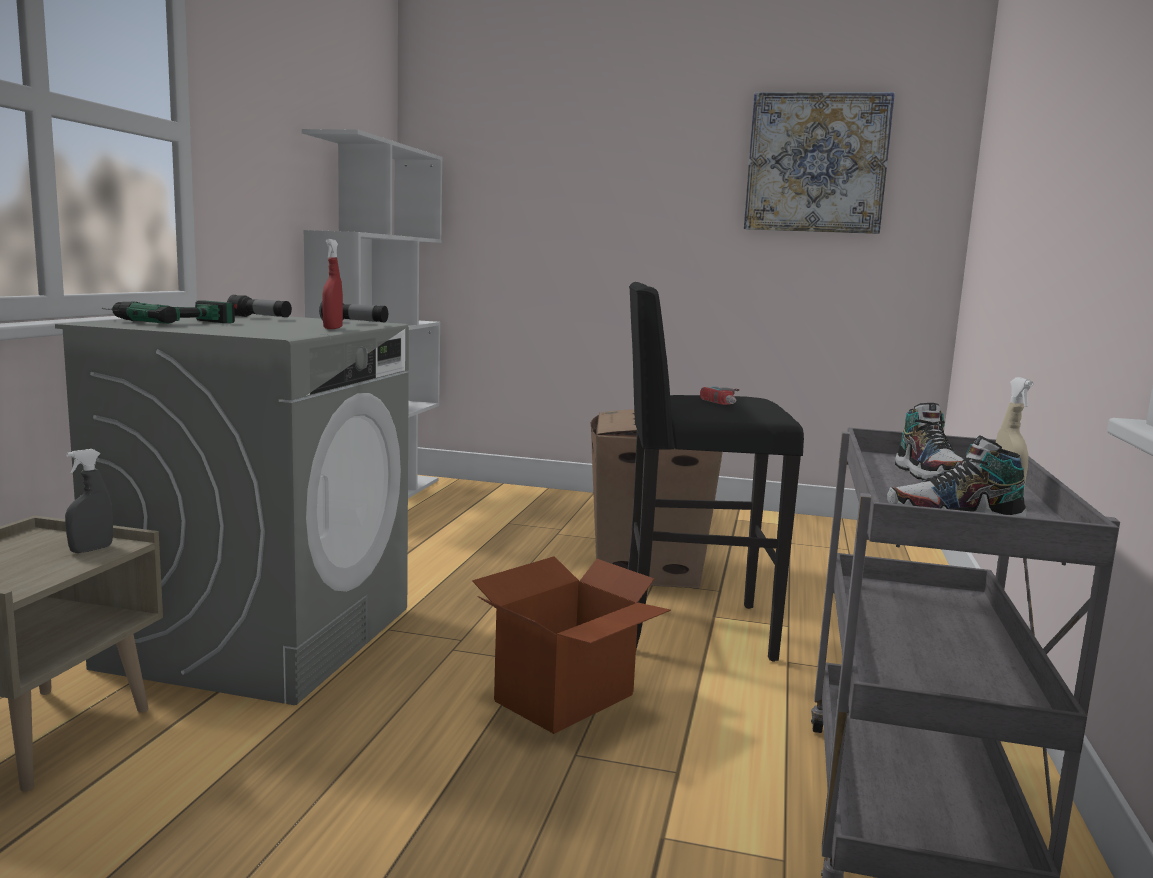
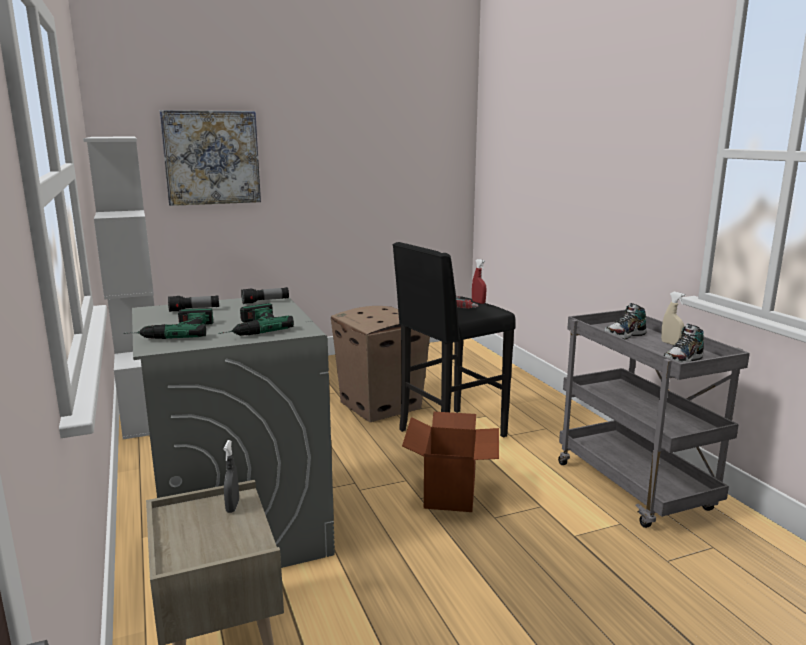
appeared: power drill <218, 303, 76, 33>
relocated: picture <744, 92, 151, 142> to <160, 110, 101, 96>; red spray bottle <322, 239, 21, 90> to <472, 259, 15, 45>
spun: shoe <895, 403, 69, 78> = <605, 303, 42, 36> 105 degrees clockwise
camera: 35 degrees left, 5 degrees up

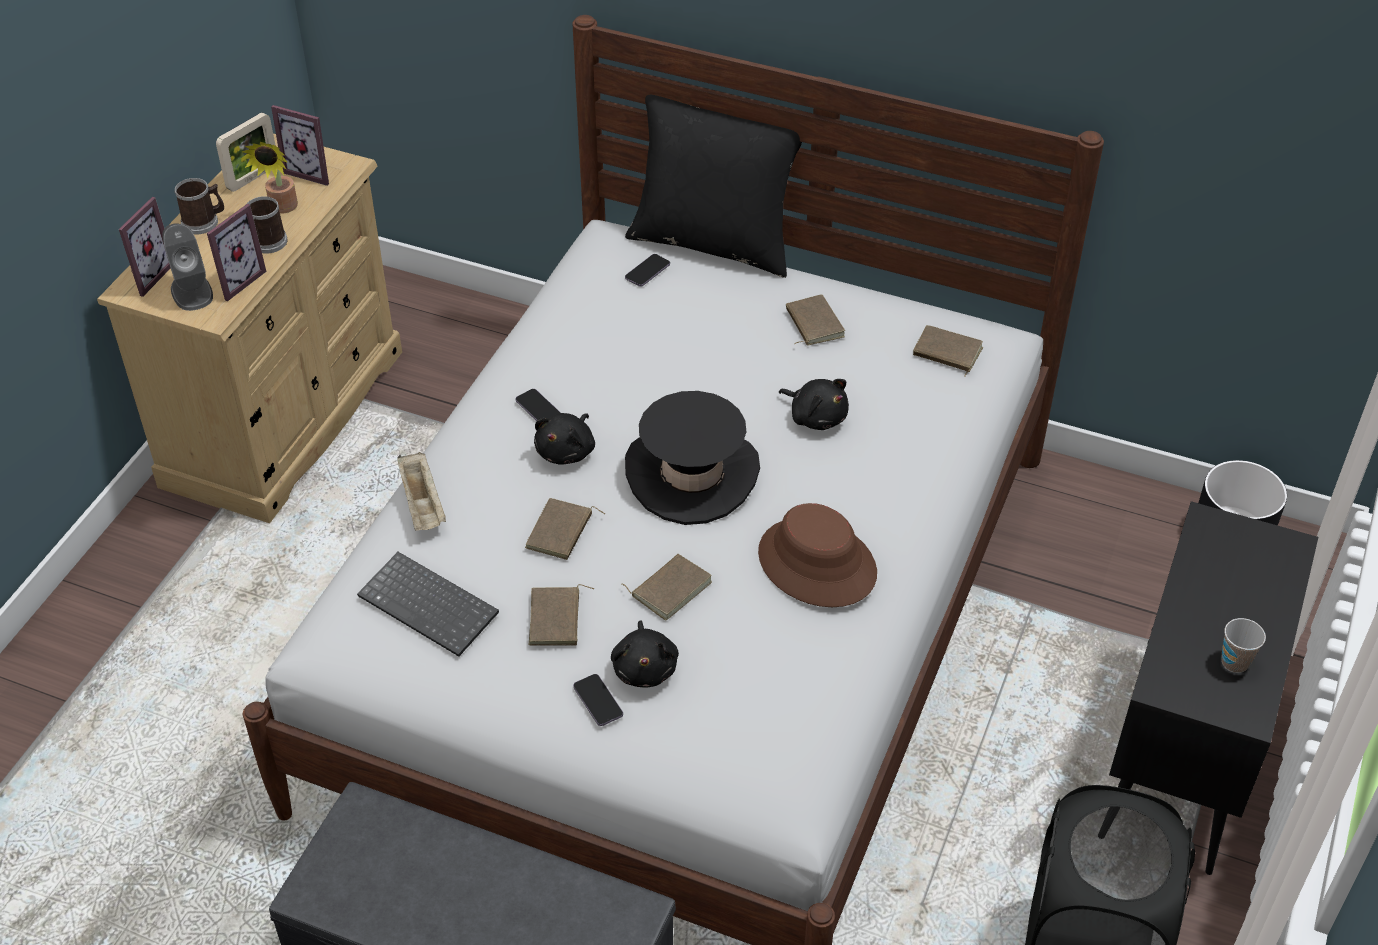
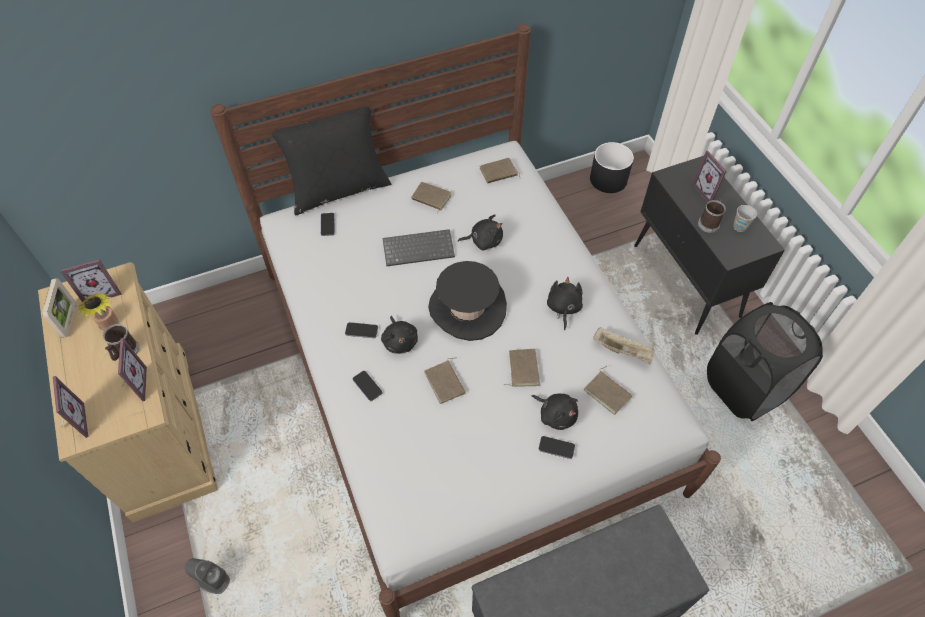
appeared: phone <353, 371, 30, 30>; picture frame <693, 150, 34, 52>
relocated: grey speaker <162, 223, 51, 88> to <184, 558, 46, 36>; keyboard <357, 552, 142, 105> to <383, 229, 72, 38>; brown book <529, 584, 65, 62> to <583, 366, 50, 49>; beige tray <397, 452, 49, 79> to <593, 327, 61, 38>; mug <174, 178, 50, 56> to <698, 198, 28, 35>
exchanged: brown hat <758, 503, 119, 104> to black plush toy <547, 277, 36, 53>
camera: 45 degrees left, 10 degrees up

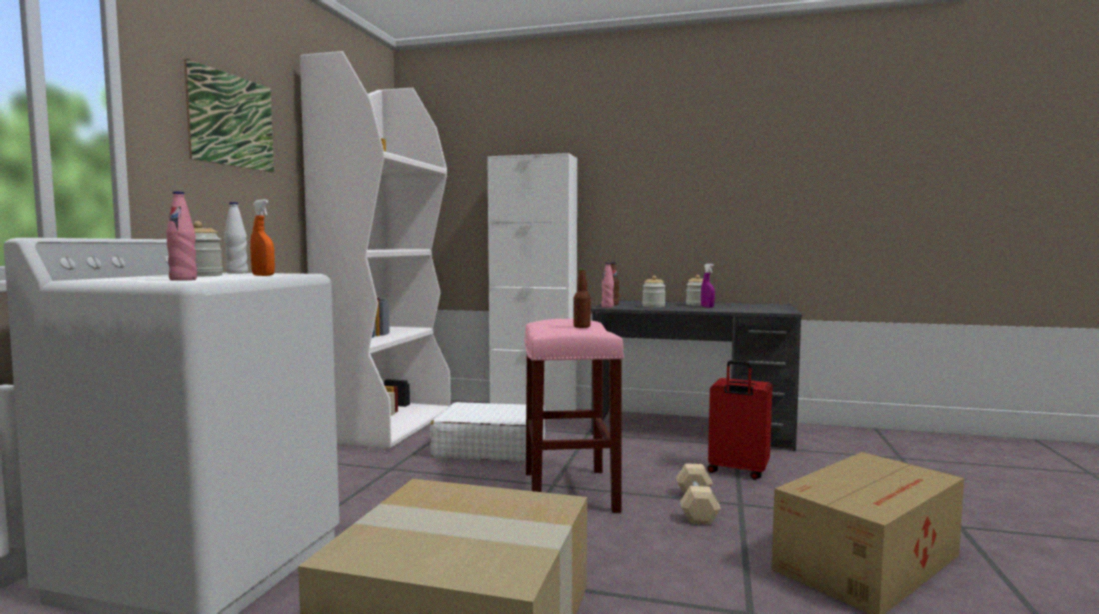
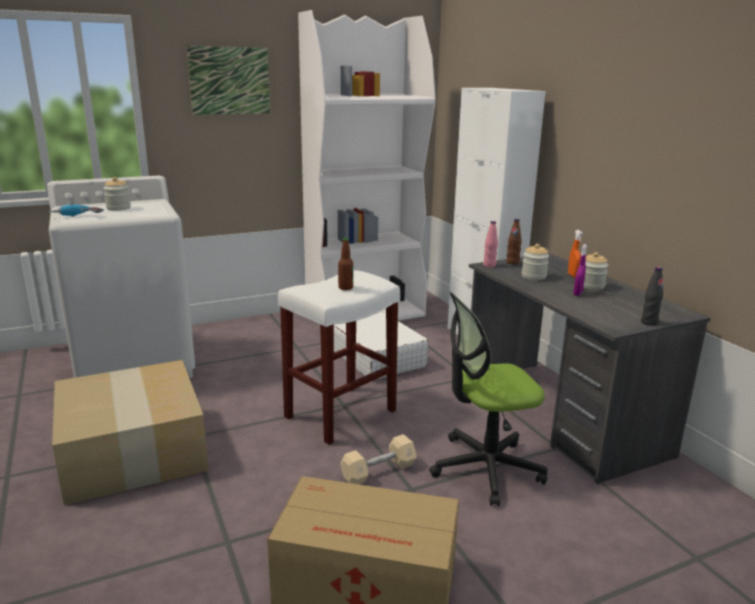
missing: white bottle <224, 202, 24, 72>
appeared: black bottle <641, 267, 22, 59>
relocated: orange spray bottle <250, 199, 25, 77> to <568, 230, 15, 48>
exchanged: pink bottle <166, 191, 31, 90> to power drill <48, 203, 56, 14>; red suitcase <707, 360, 65, 120> to office chair <429, 292, 119, 214>
colour: pink stool <524, 319, 100, 194> to white stool <278, 270, 122, 175>
camera: 50 degrees right, 15 degrees up

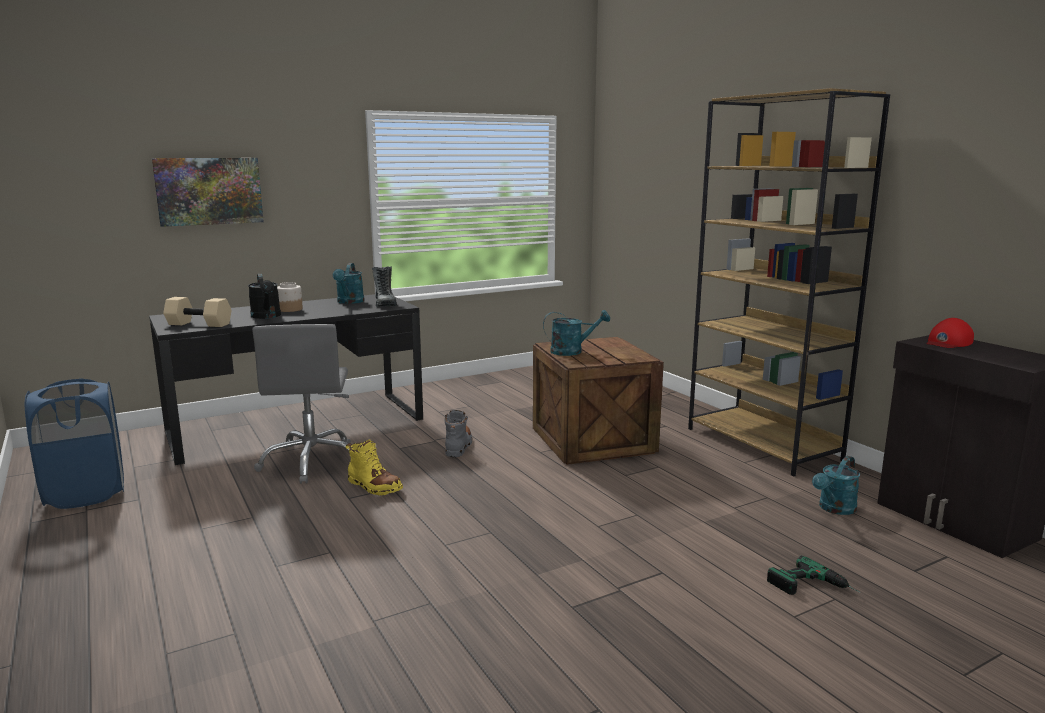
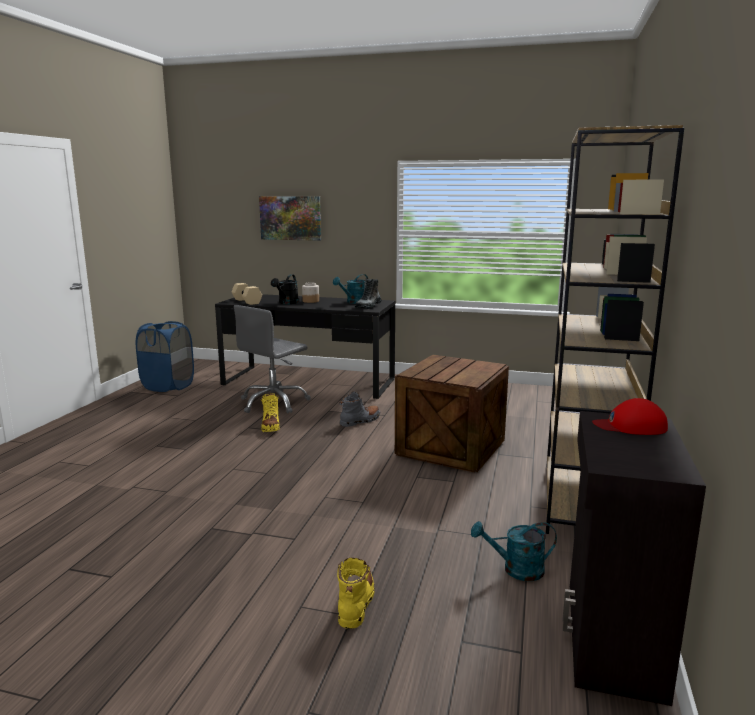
missing: turquoise watering can <543, 310, 67, 46>
exchanged: power drill <767, 555, 93, 40> to yellow boot <337, 558, 37, 71>
camera: 45 degrees right, 0 degrees up

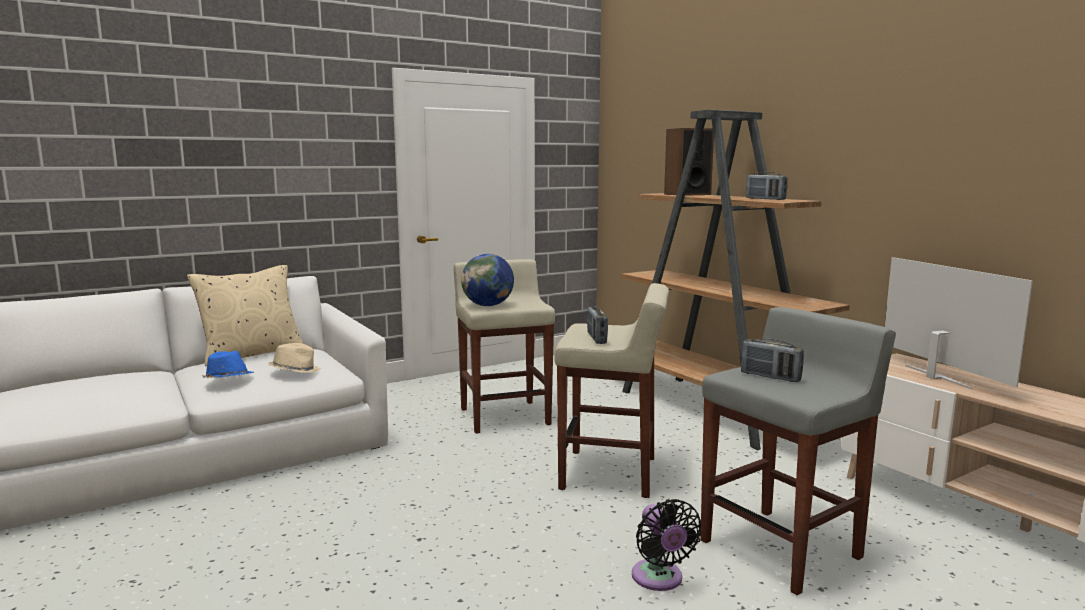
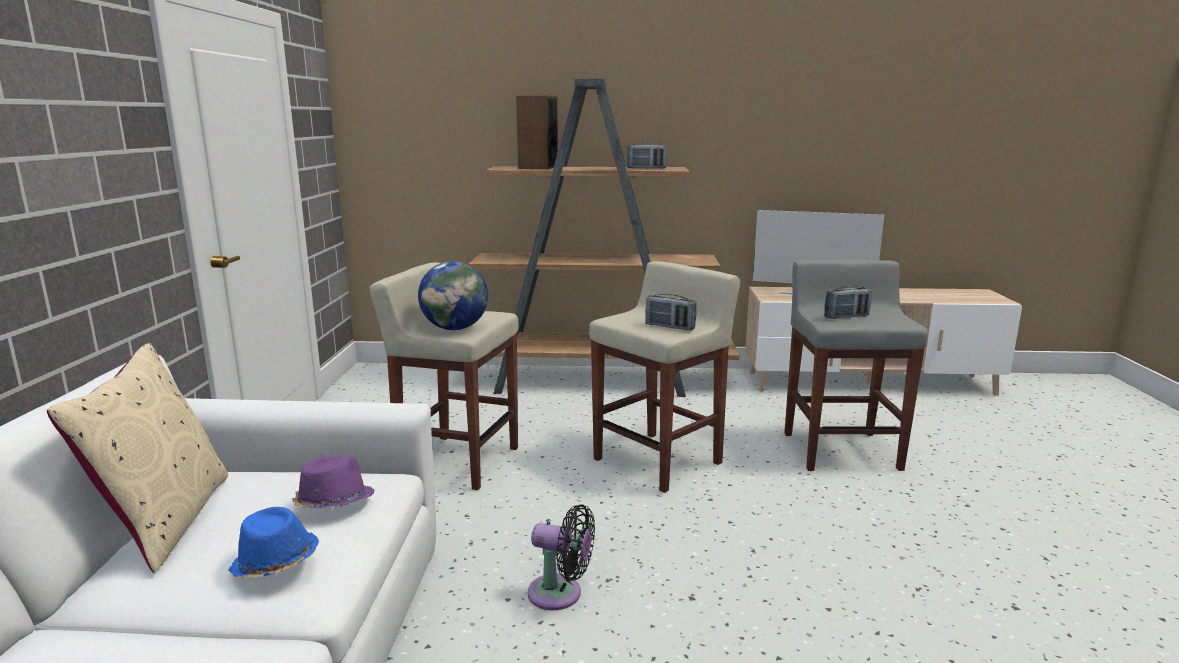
relocated: black fan <632, 499, 70, 92> to <528, 504, 67, 106>
colour: beige hat <268, 343, 52, 30> to purple hat <293, 455, 82, 53>
camera: 55 degrees left, 5 degrees up

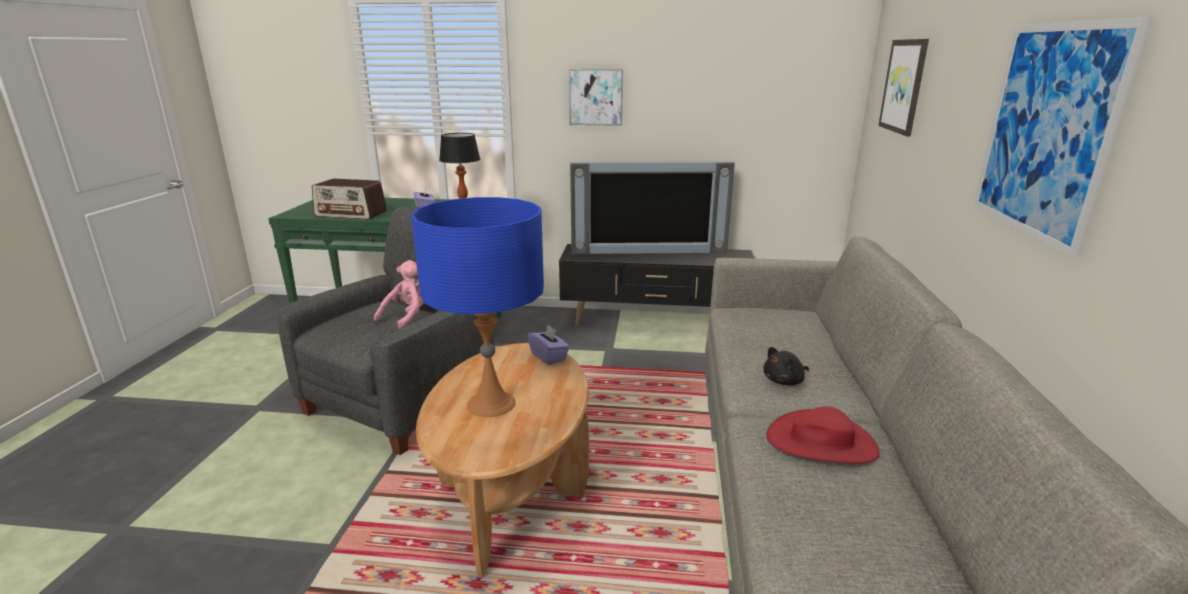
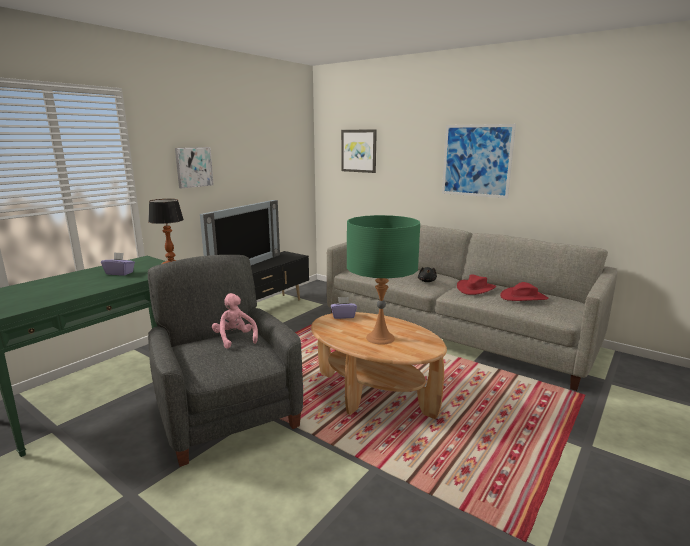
missing: radio <312, 179, 75, 41>
appeared: red hat <500, 282, 48, 19>
colour: blue table lamp <411, 197, 133, 220> to green table lamp <347, 215, 73, 130>
camera: 60 degrees left, 5 degrees down

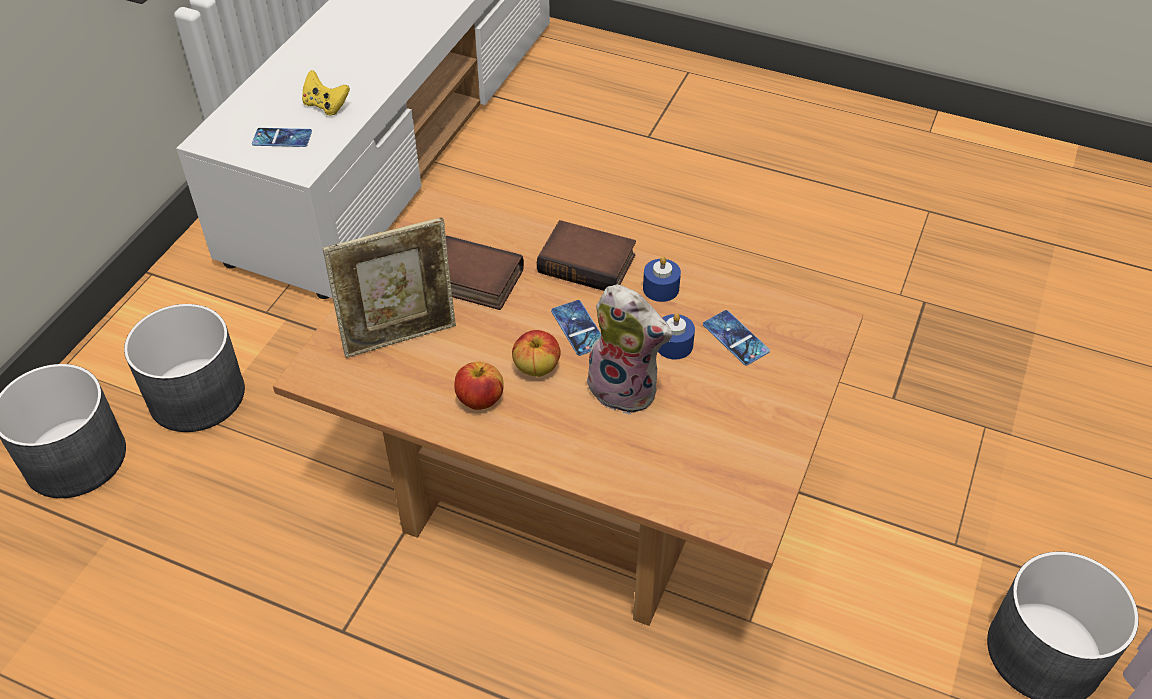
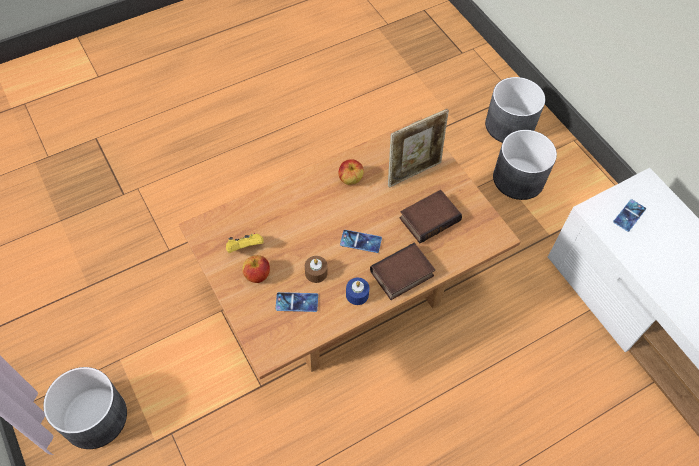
missing: plush toy <587, 284, 85, 131>
relocated: yellow game controller <302, 70, 48, 46> to <226, 233, 38, 20>; apple <512, 330, 49, 47> to <242, 255, 28, 28>
colour: blue candle <658, 313, 37, 47> to brown candle <305, 256, 23, 27>
spun: picture frame <323, 217, 133, 141> = <388, 109, 61, 79> 135 degrees counterclockwise
camera: 125 degrees right, 10 degrees up

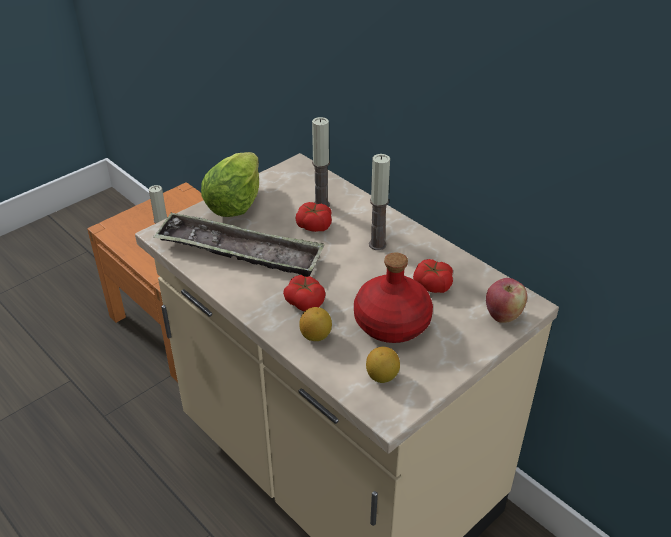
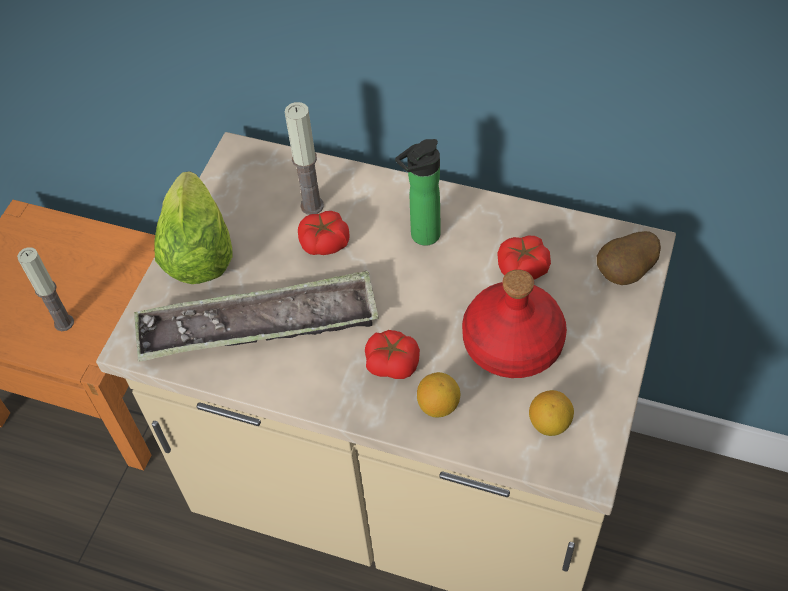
exchanged: candle <369, 154, 21, 96> to bottle <395, 139, 46, 107>; apple <486, 278, 41, 45> to potato <597, 231, 64, 54>
camera: 25 degrees left, 15 degrees up

